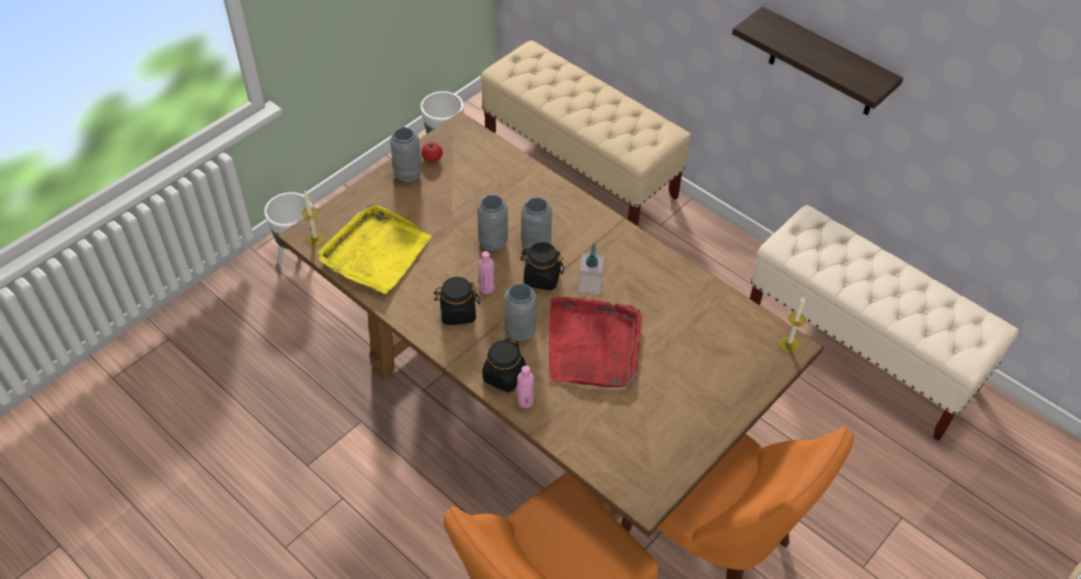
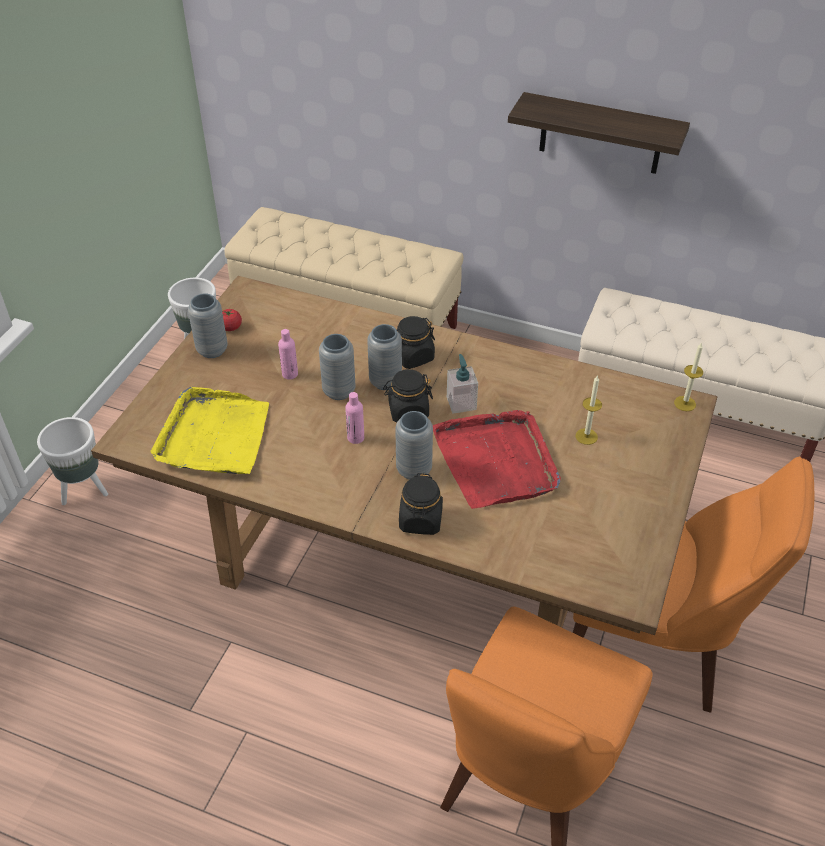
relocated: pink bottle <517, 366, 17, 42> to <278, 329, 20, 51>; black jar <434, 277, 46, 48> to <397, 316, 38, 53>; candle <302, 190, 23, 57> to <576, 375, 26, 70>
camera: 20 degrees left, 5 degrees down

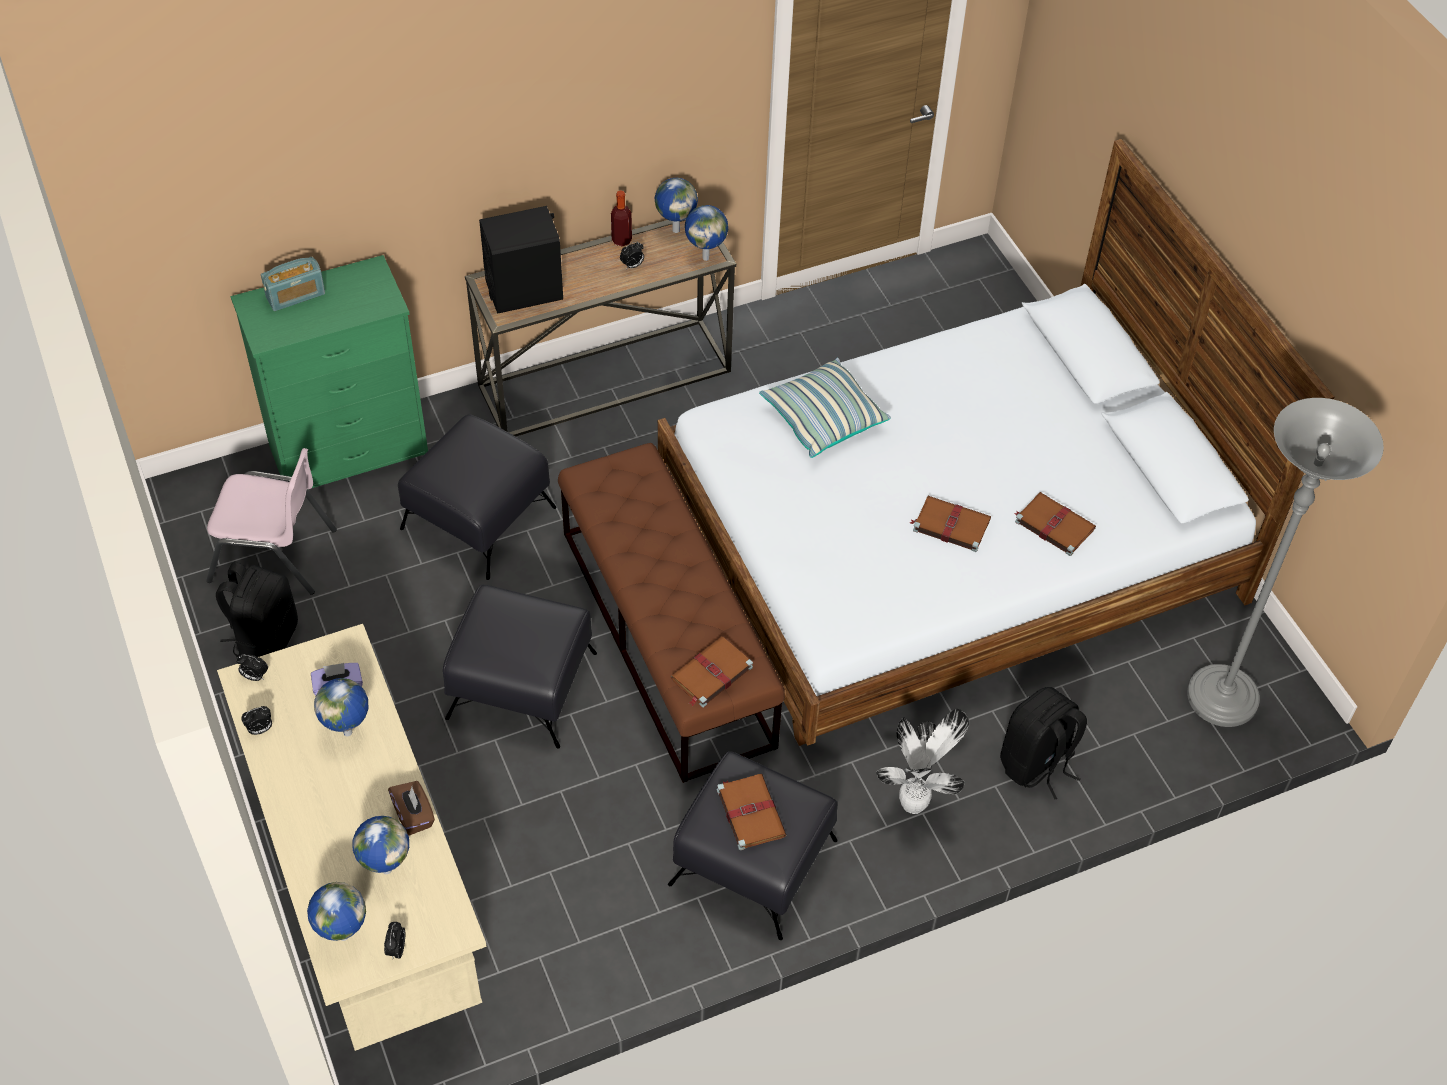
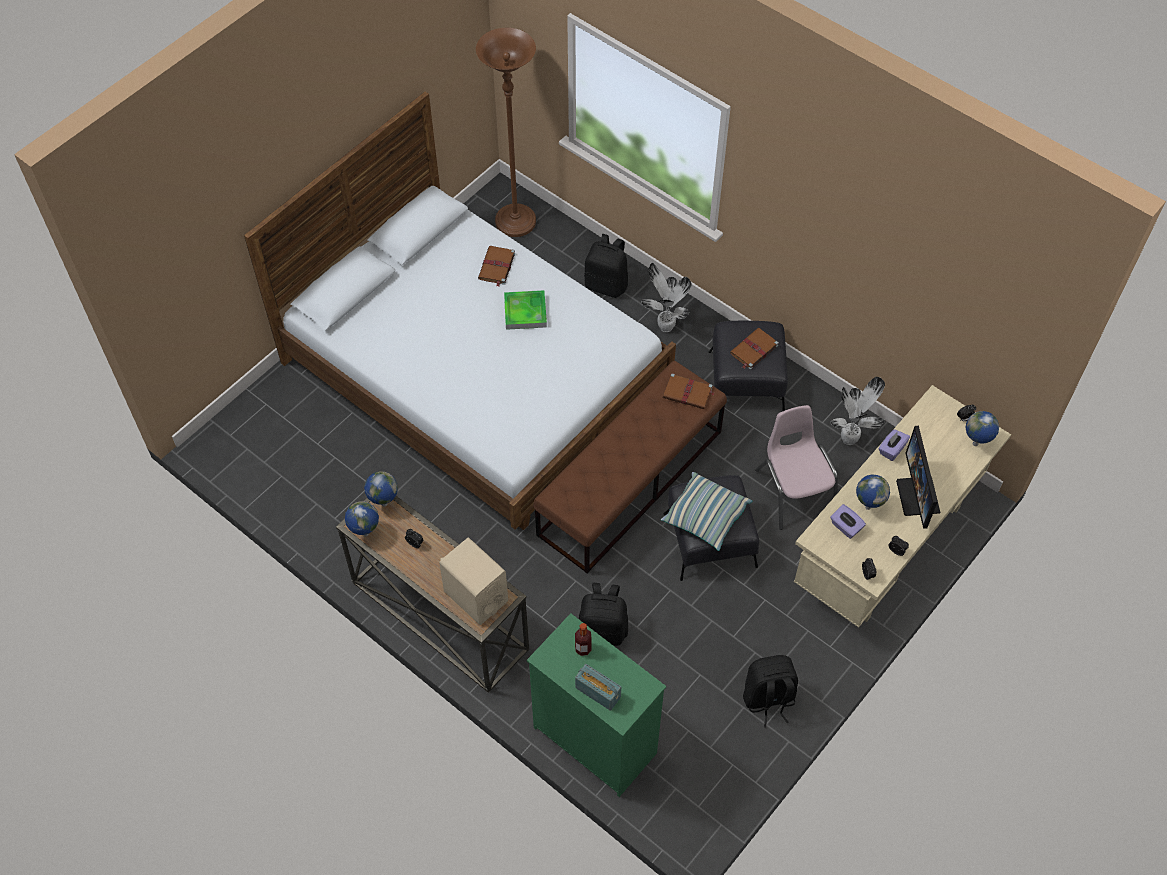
missing: globe <353, 816, 56, 58>
appeared: potted plant <830, 377, 55, 68>; monitor <896, 426, 44, 103>
relocated: bottle <611, 190, 21, 56> to <575, 623, 17, 33>; pillow <759, 358, 132, 100> to <661, 472, 91, 79>; pink chair <206, 448, 131, 147> to <755, 405, 83, 125>
exchanged: brown book <910, 496, 81, 56> to tray <504, 290, 43, 40>; black ottoman <398, 414, 159, 166> to black backpack <579, 583, 49, 63>
colour: black speaker <479, 206, 84, 108> to beige speaker <439, 538, 69, 87>; grey floor lamp <1187, 398, 197, 329> to brown floor lamp <476, 28, 60, 209>; brown tissue box <388, 781, 47, 55> to purple tissue box <879, 429, 31, 32>
camera: 115 degrees left, 5 degrees up

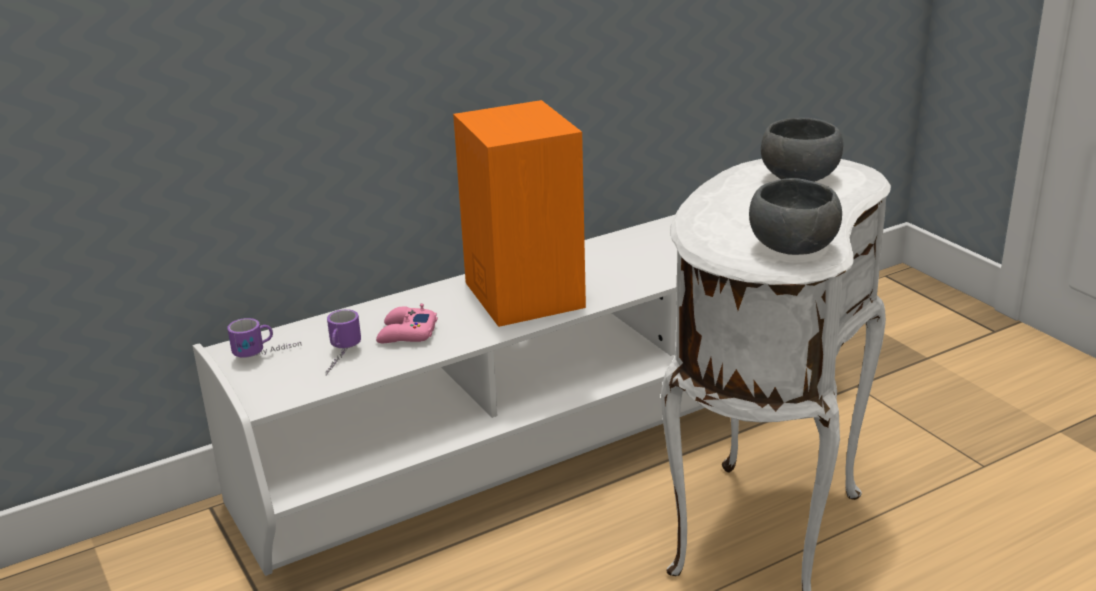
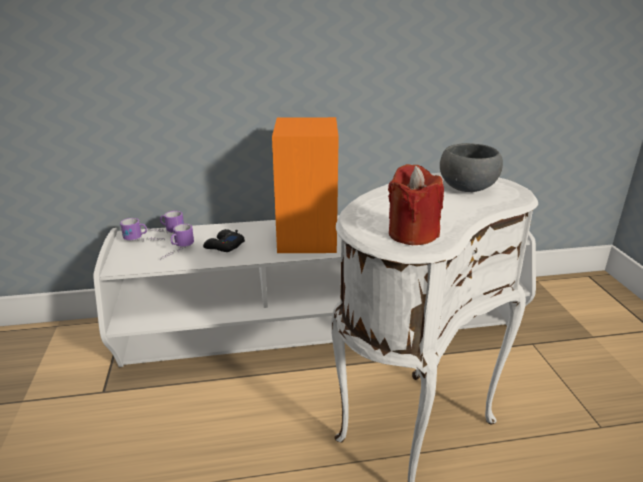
appeared: mug <148, 211, 36, 22>
exchanged: grey bowl <749, 178, 93, 77> to red candle <388, 164, 56, 81>
colour: pink game controller <376, 303, 61, 40> to black game controller <203, 229, 42, 23>
camera: 20 degrees right, 0 degrees up

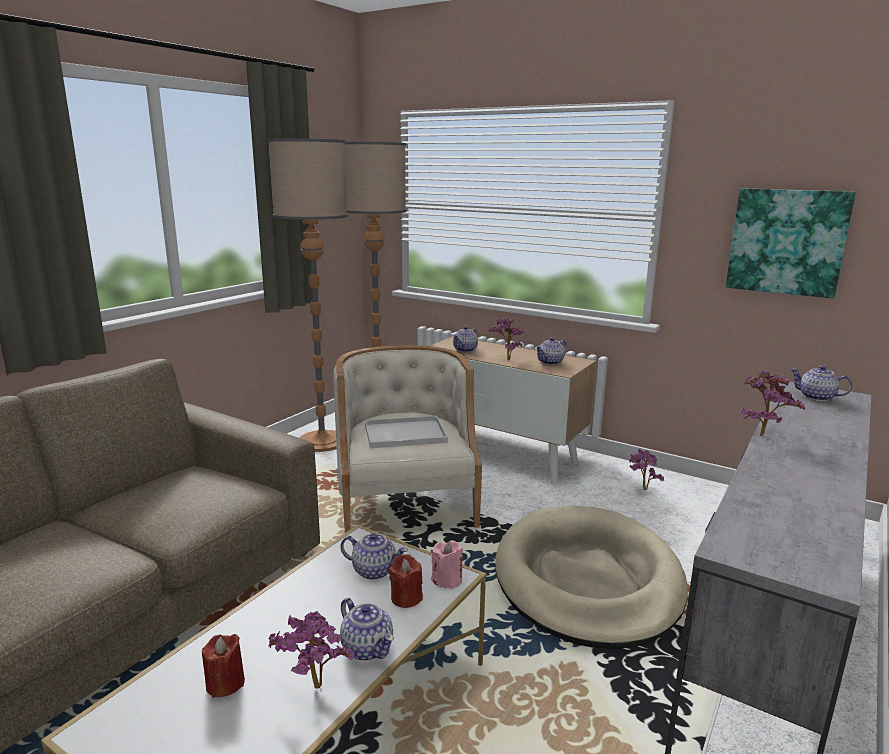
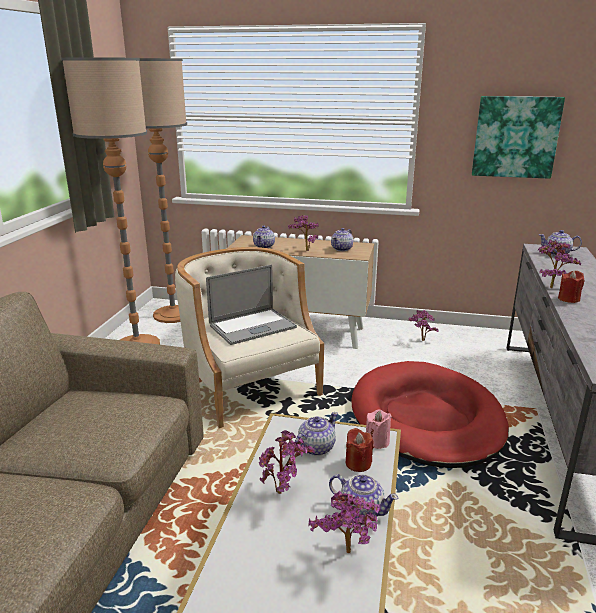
appeared: potted plant <259, 430, 56, 64>
relocated: red candle <202, 634, 43, 64> to <558, 270, 27, 33>
exchanged: white tray <365, 416, 83, 32> to laptop <206, 265, 91, 80>
colour: beige dog bed <495, 506, 193, 143> to red dog bed <351, 361, 158, 107>
spun: teapot <341, 533, 67, 47> = <295, 412, 43, 44> 45 degrees counterclockwise
camera: 20 degrees left, 5 degrees up

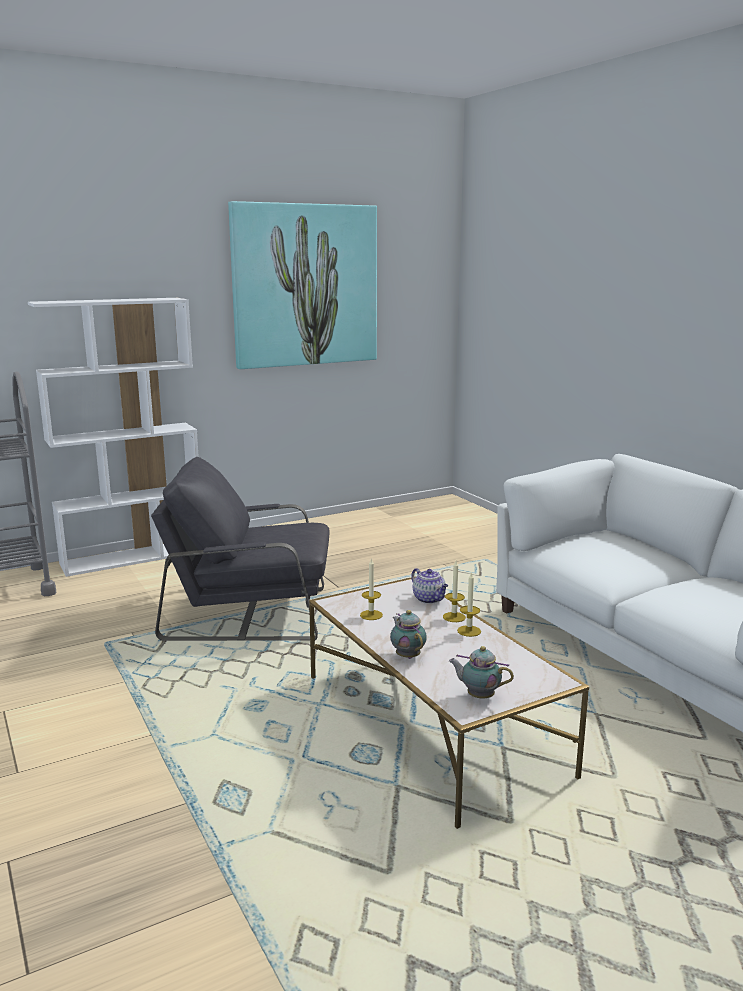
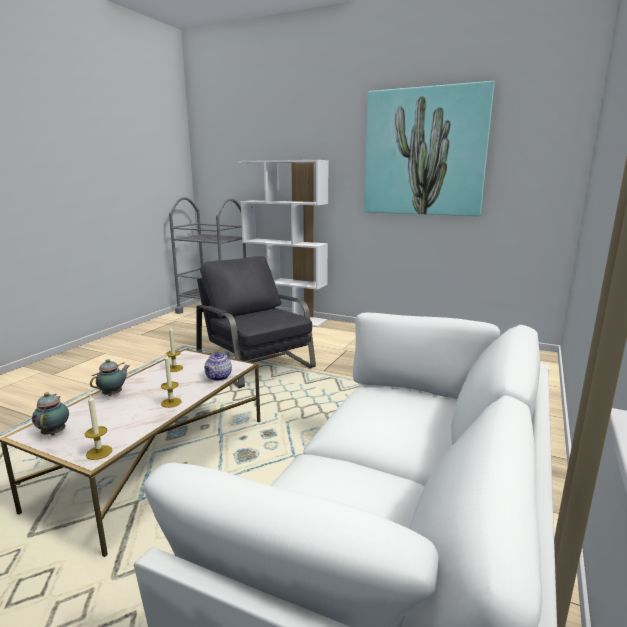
relocated: candle <443, 561, 23, 61> to <85, 395, 27, 65>
camera: 55 degrees right, 0 degrees up

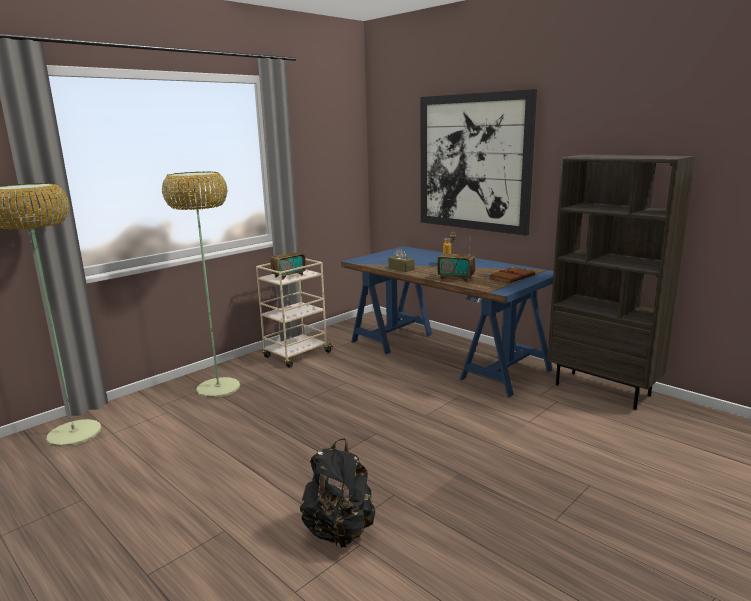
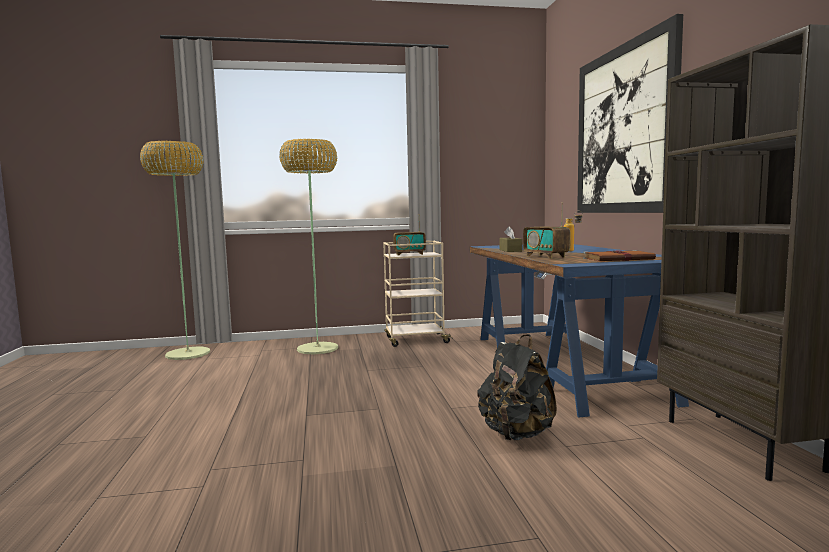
relocated: black backpack <300, 438, 75, 110> to <477, 334, 80, 106>
camera: 35 degrees right, 10 degrees down

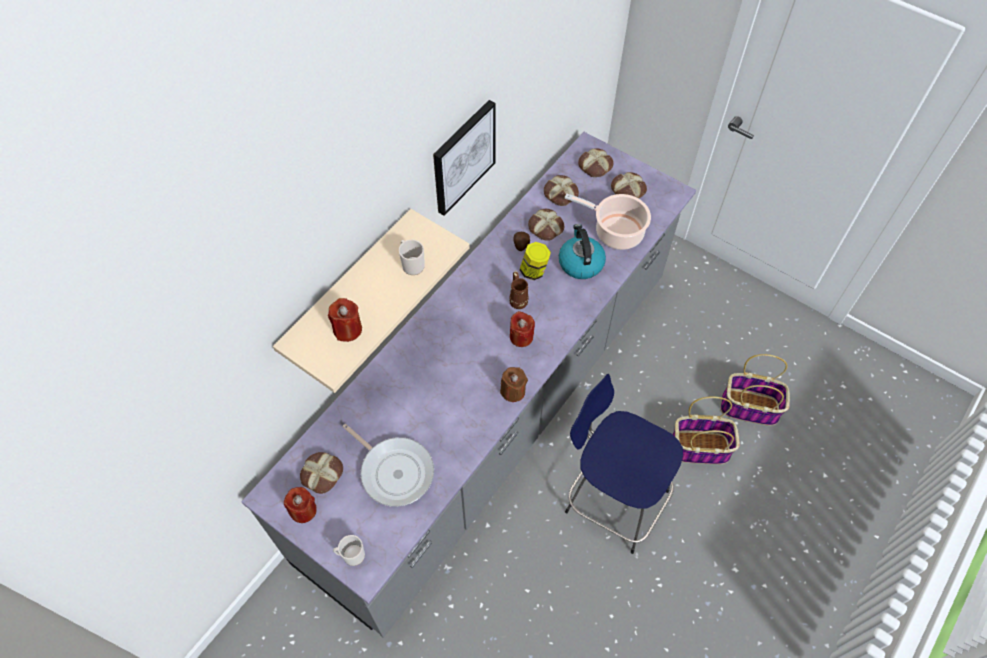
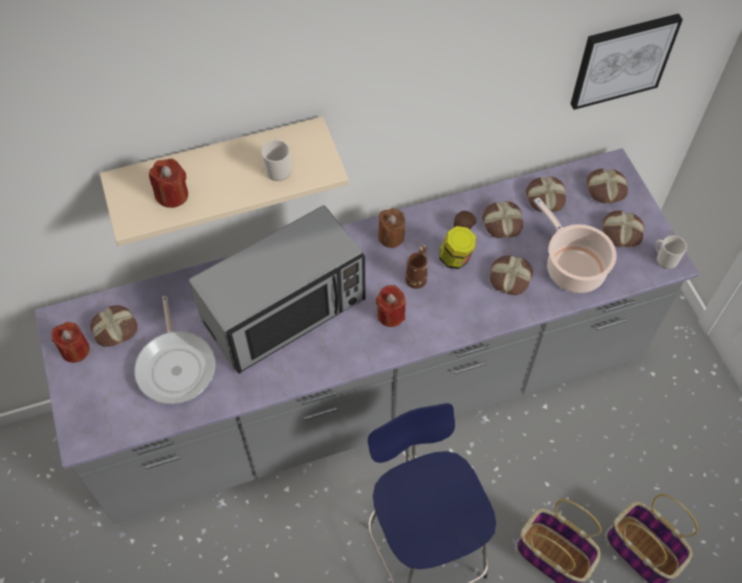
appeared: microwave <189, 205, 177, 169>
relocated: brown candle <500, 367, 28, 35> to <378, 208, 28, 40>; picture <433, 100, 63, 116> to <570, 13, 113, 97>; mug <333, 535, 32, 31> to <655, 235, 32, 34>
exchanged: kettle <559, 224, 47, 55> to bread <490, 255, 43, 40>
camera: 35 degrees right, 0 degrees up

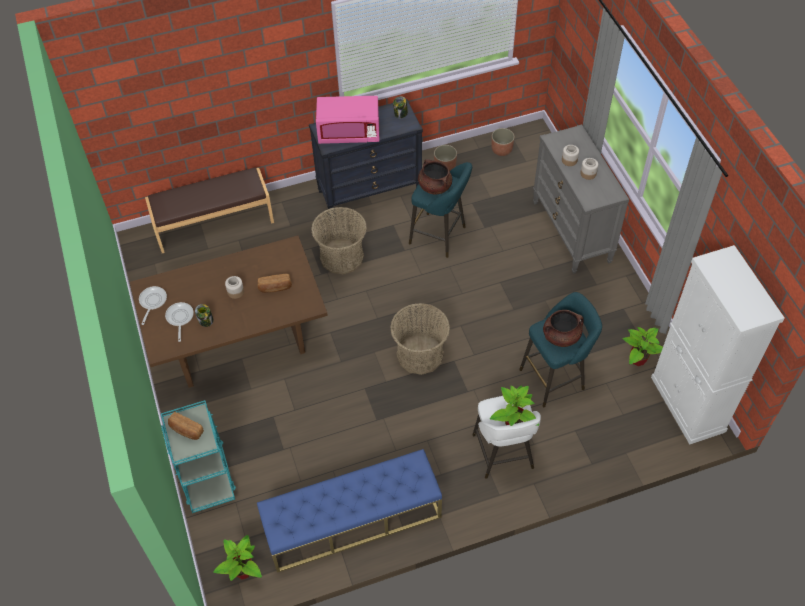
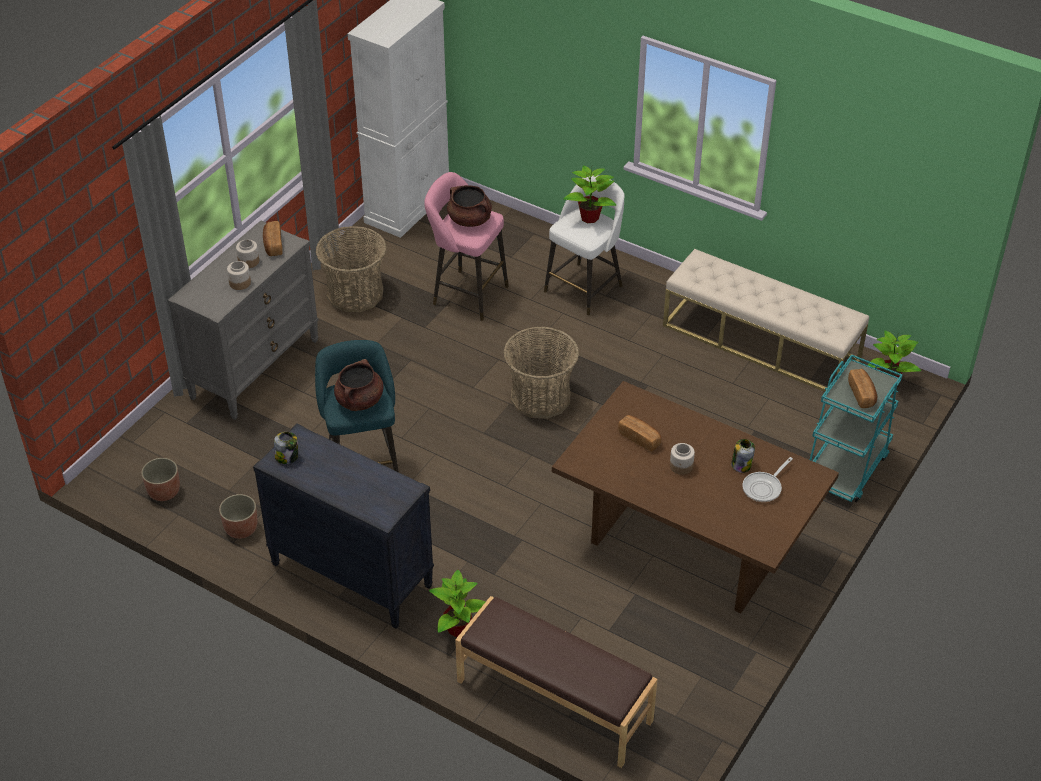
missing: frying pan <139, 286, 28, 39>; pink microwave <316, 96, 64, 48>
appeared: bread <263, 221, 20, 35>
relocated: basket <311, 207, 56, 67> to <316, 226, 71, 86>; potted plant <623, 327, 40, 39> to <429, 570, 56, 67>
colour: turquoise stool <519, 292, 83, 116> to pink stool <424, 172, 85, 149>; blue bench <257, 449, 185, 124> to beige bench <663, 249, 206, 143>
camera: 130 degrees left, 10 degrees down

